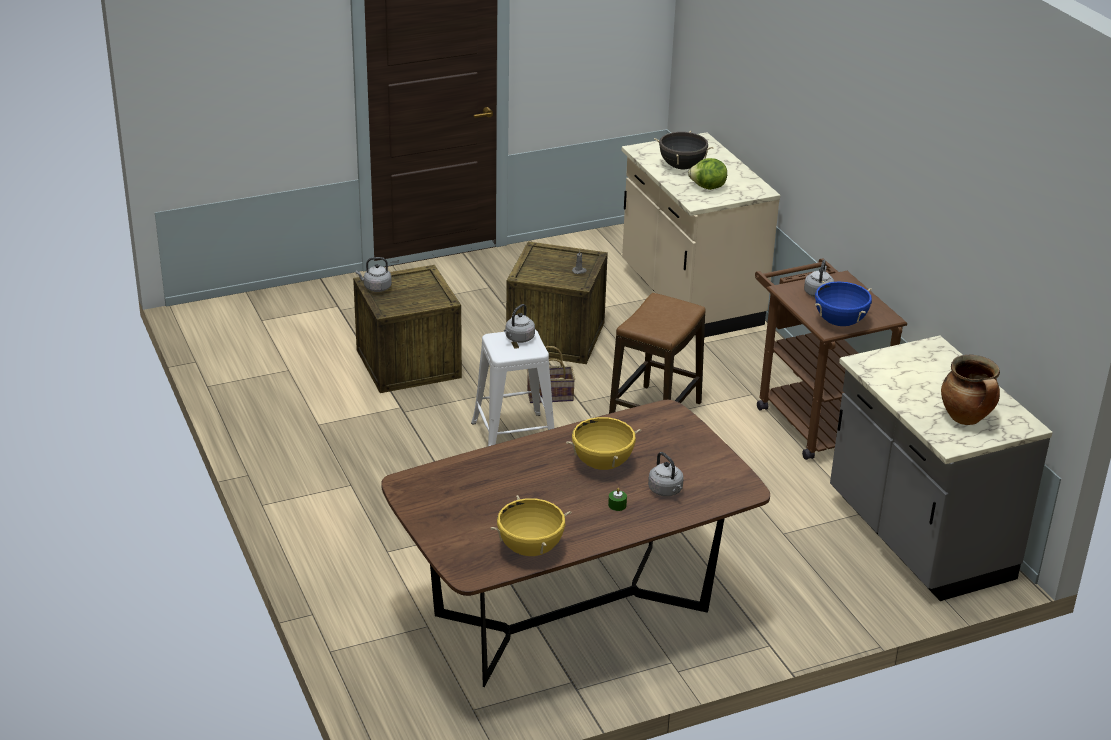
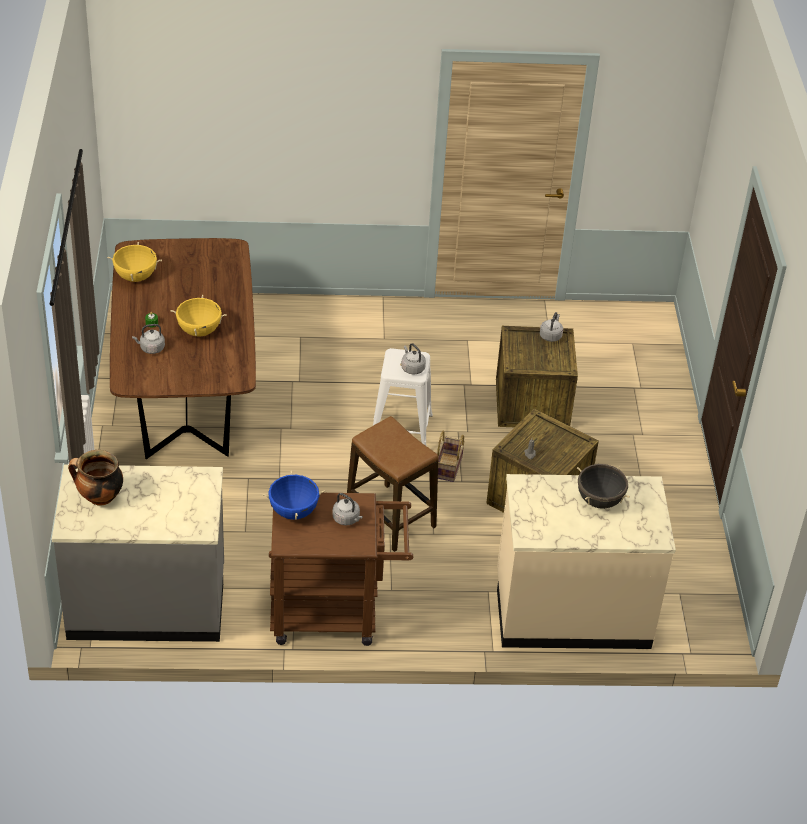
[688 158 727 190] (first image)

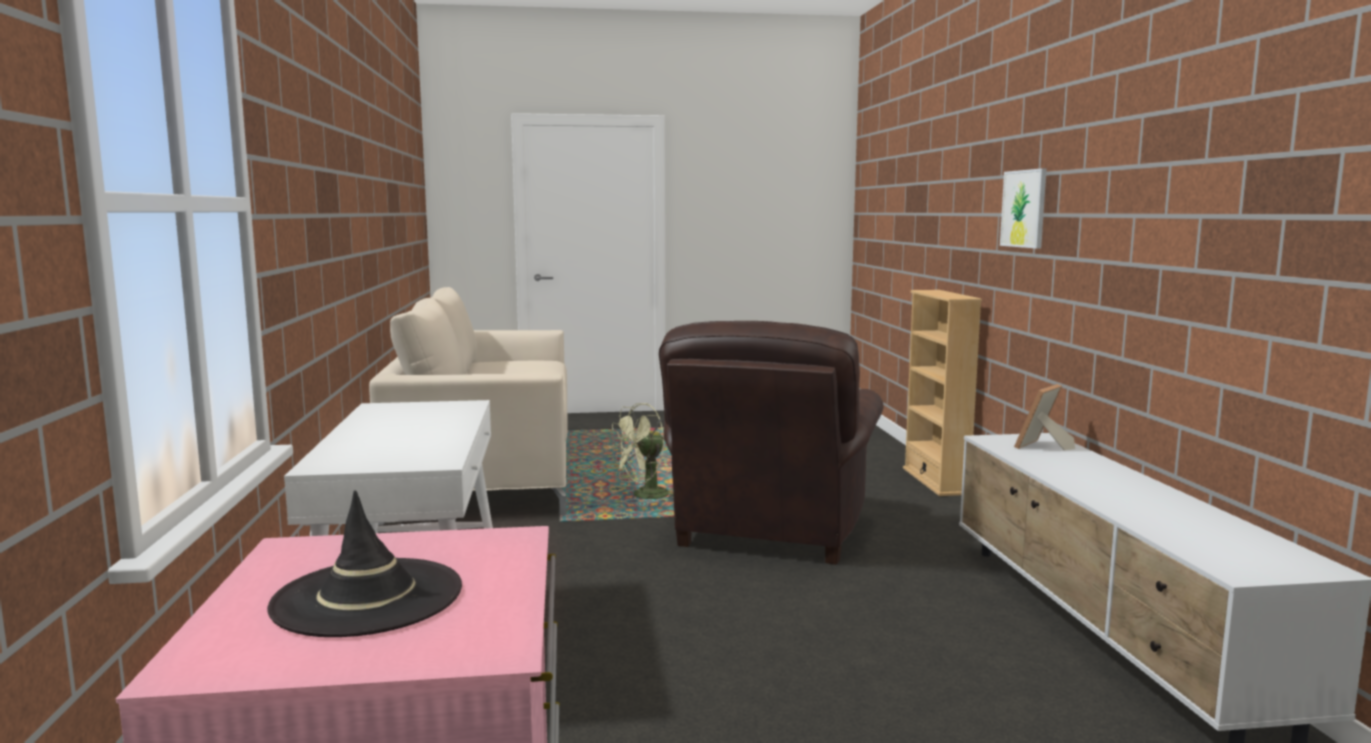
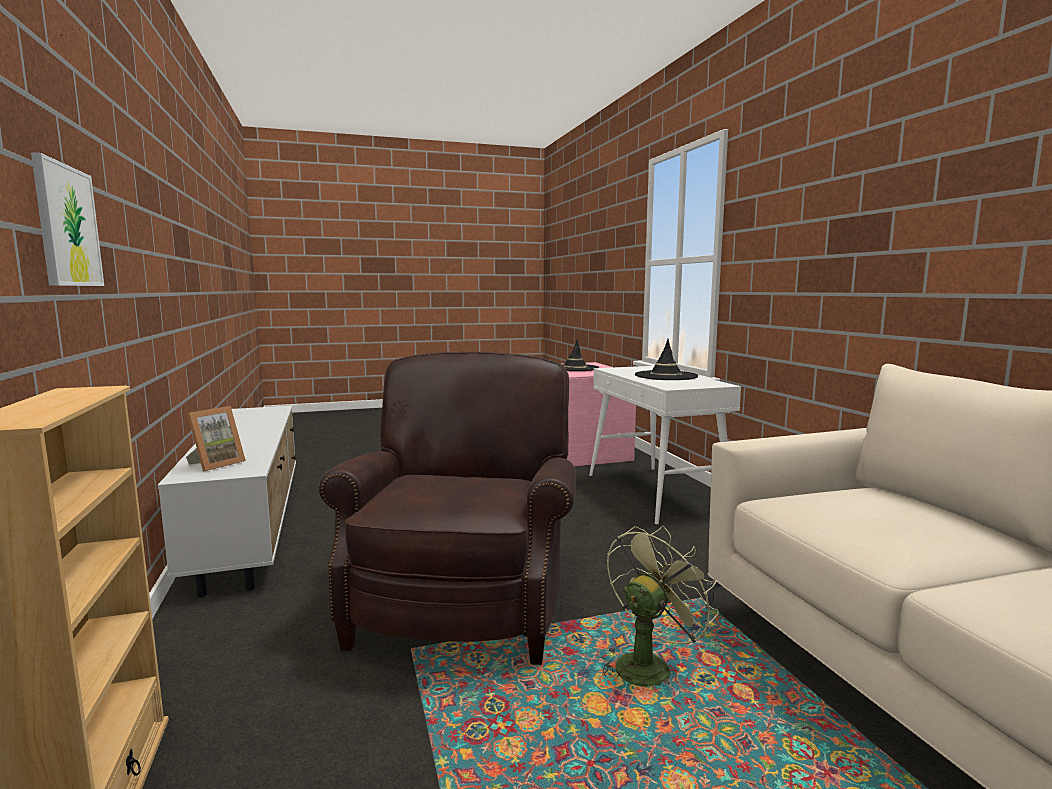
[635 339 698 380]

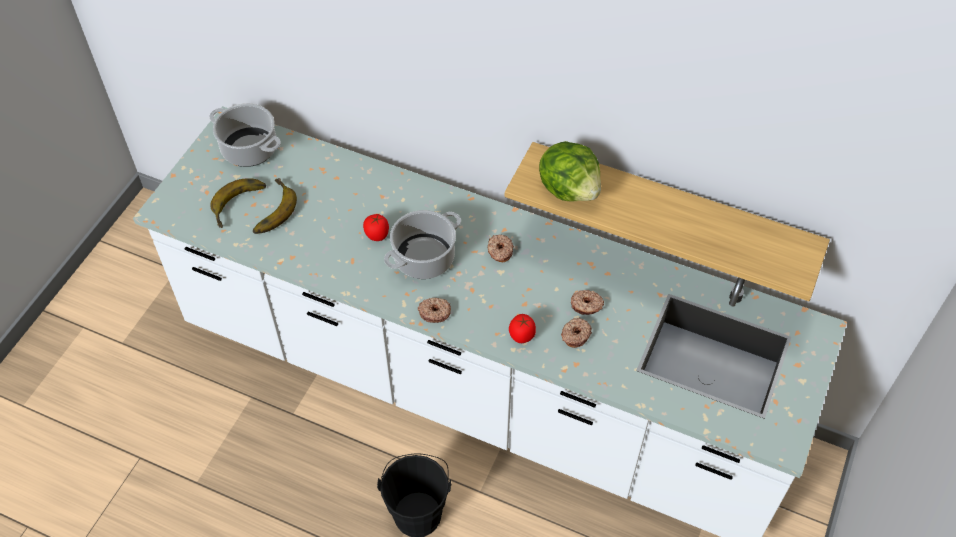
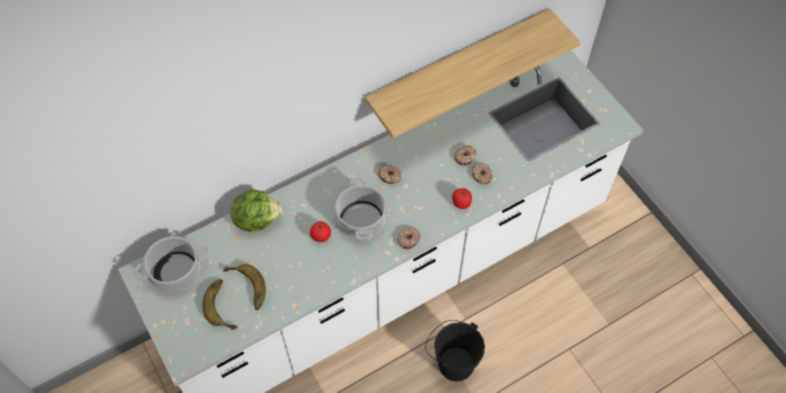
[231 189 282 232]

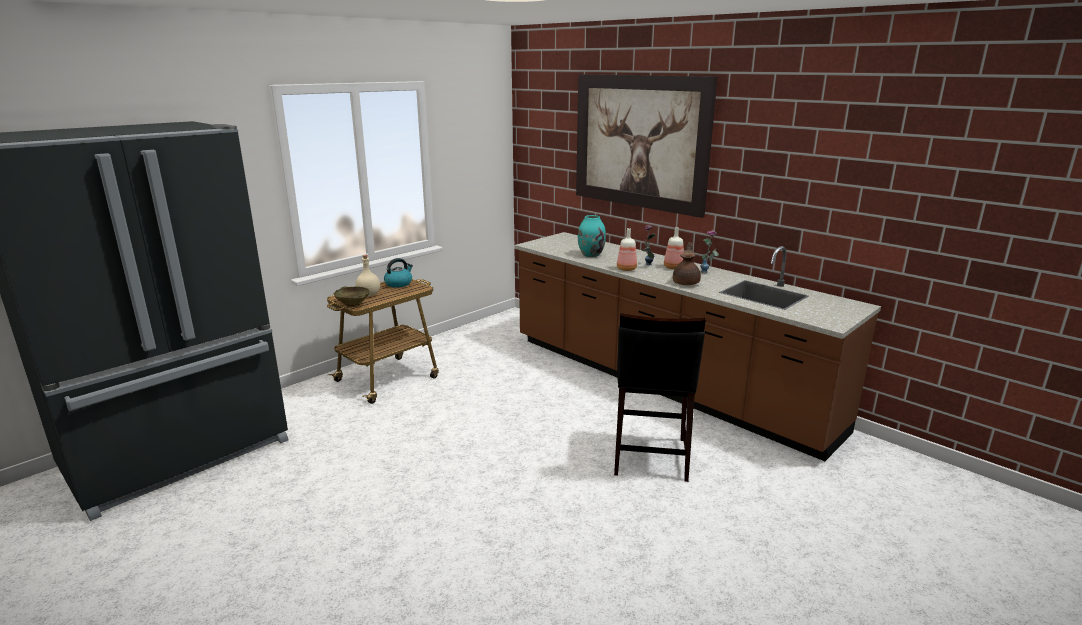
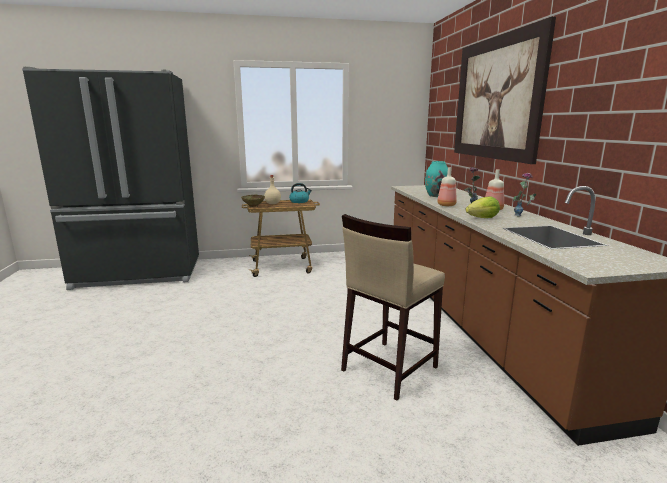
[341 214 445 400]
[466 196 500 218]

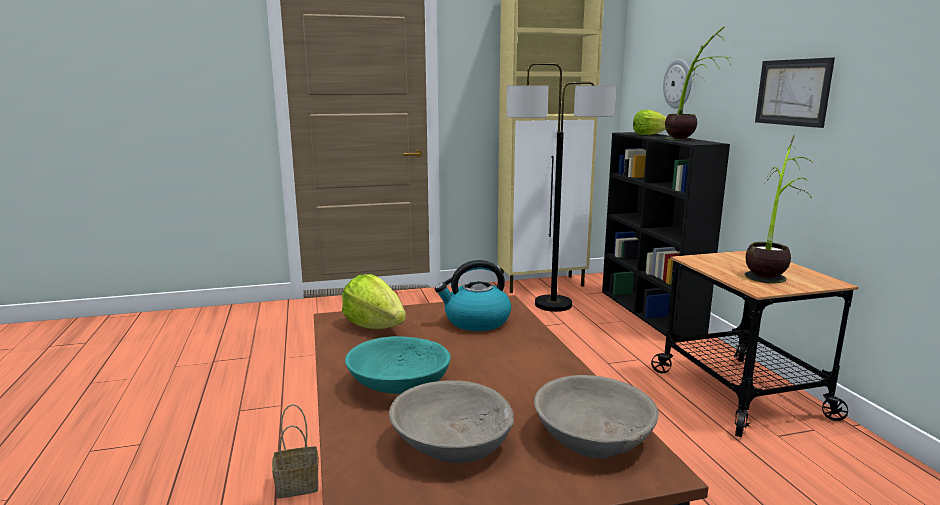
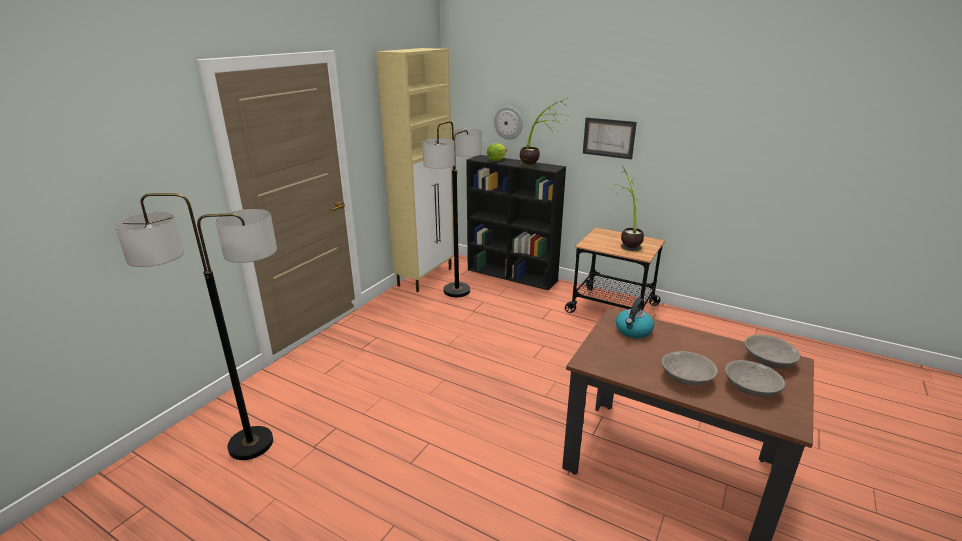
[272 404 319 498] (first image)
[342 274 406 329] (first image)
[662 351 718 386]
[115 193 277 460]

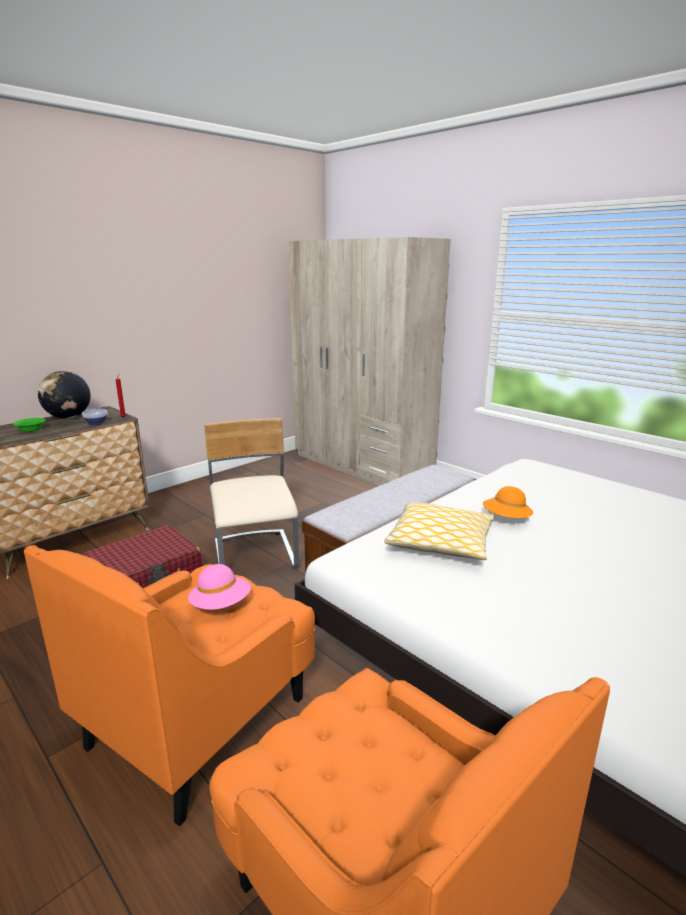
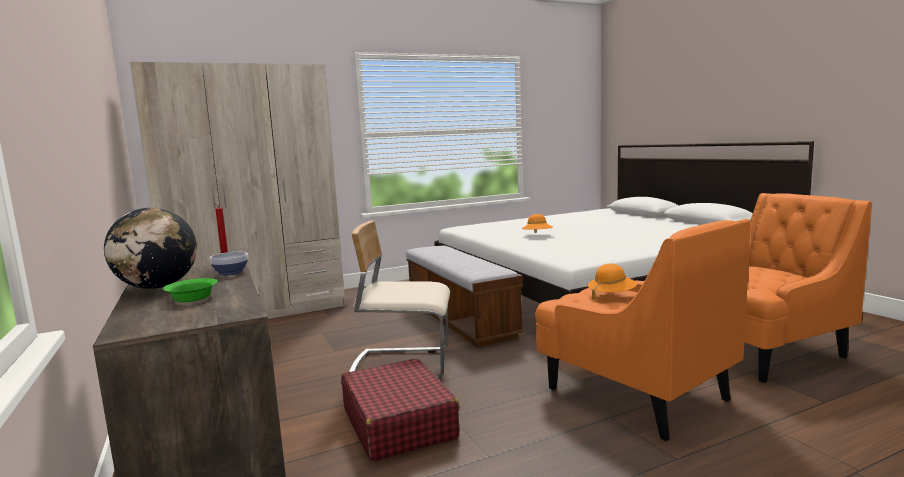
[587 263 637 300]
[384 502 494 560] (first image)

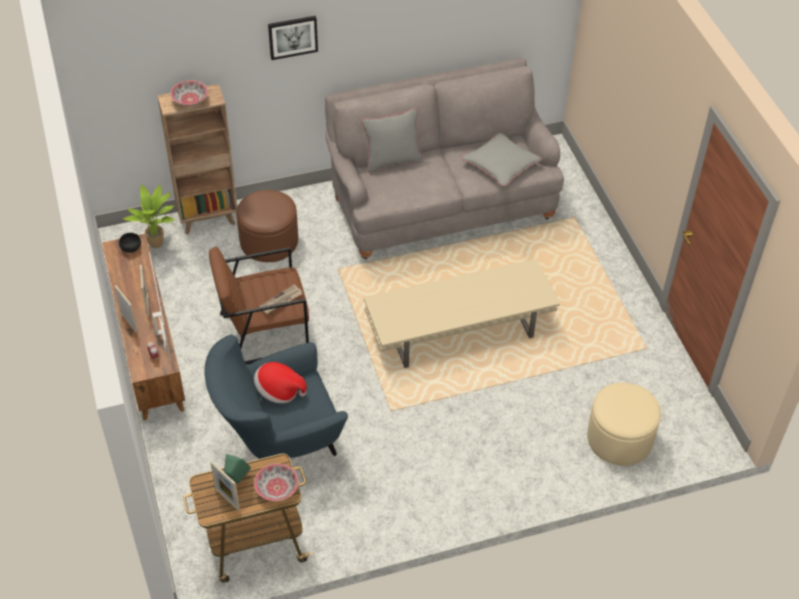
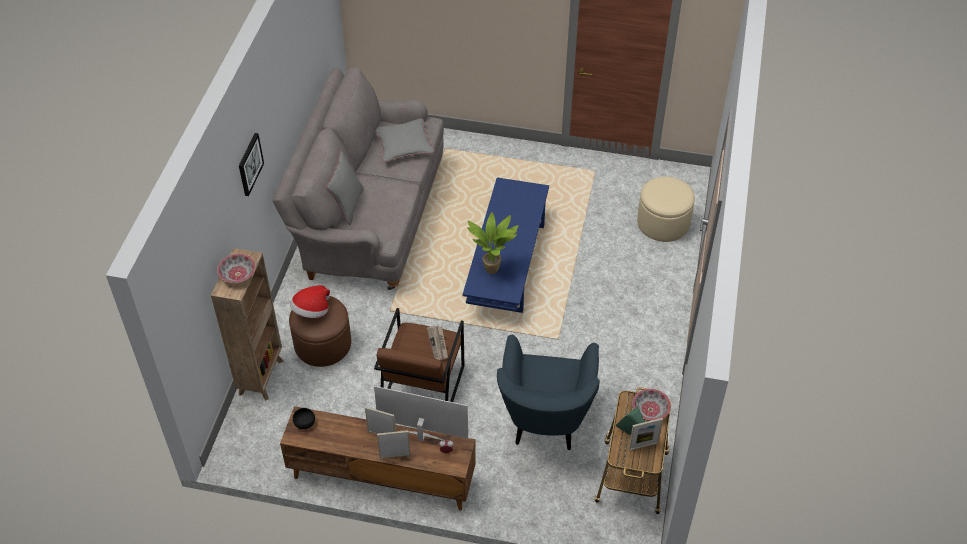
[467 212 519 274]
[290 285 330 318]
[463 177 549 313]

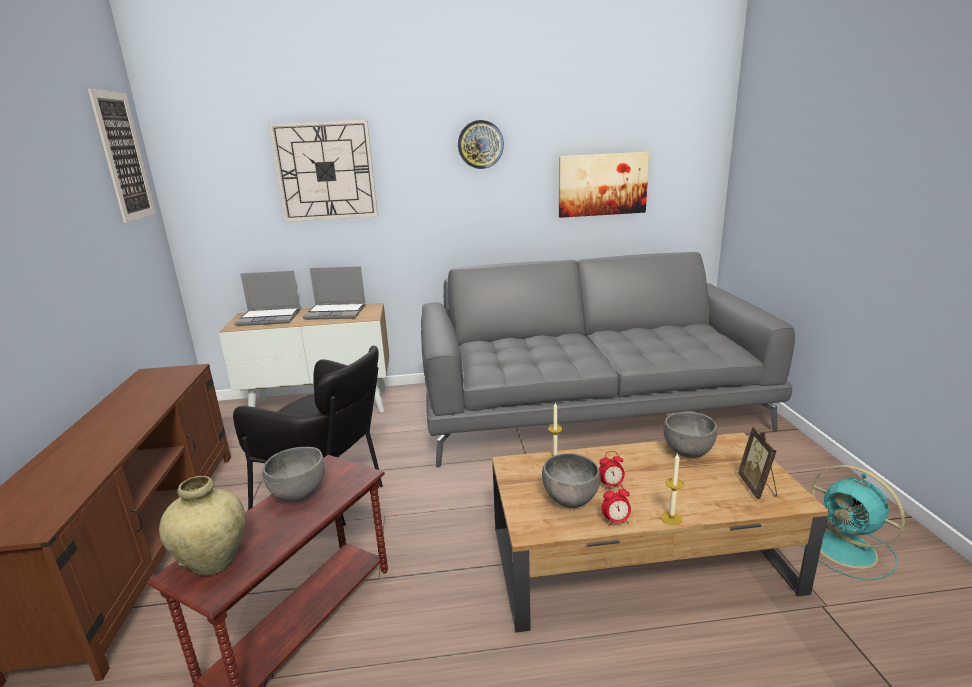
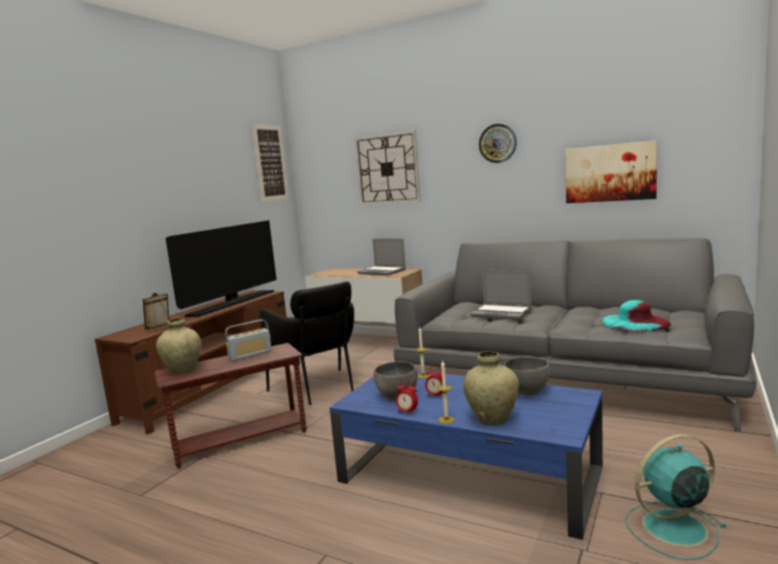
[470 269 532 320]
[225 319 272 361]
[330 371 603 540]
[142 292 170 332]
[625 434 727 560]
[166 220 277 317]
[463 351 519 425]
[602 300 671 332]

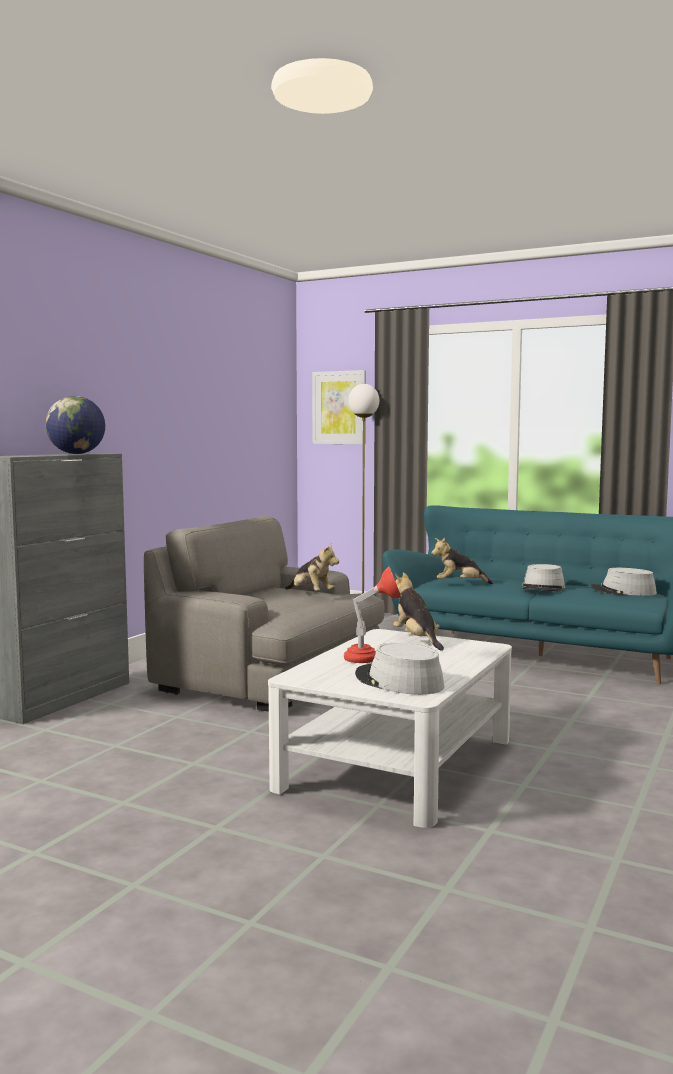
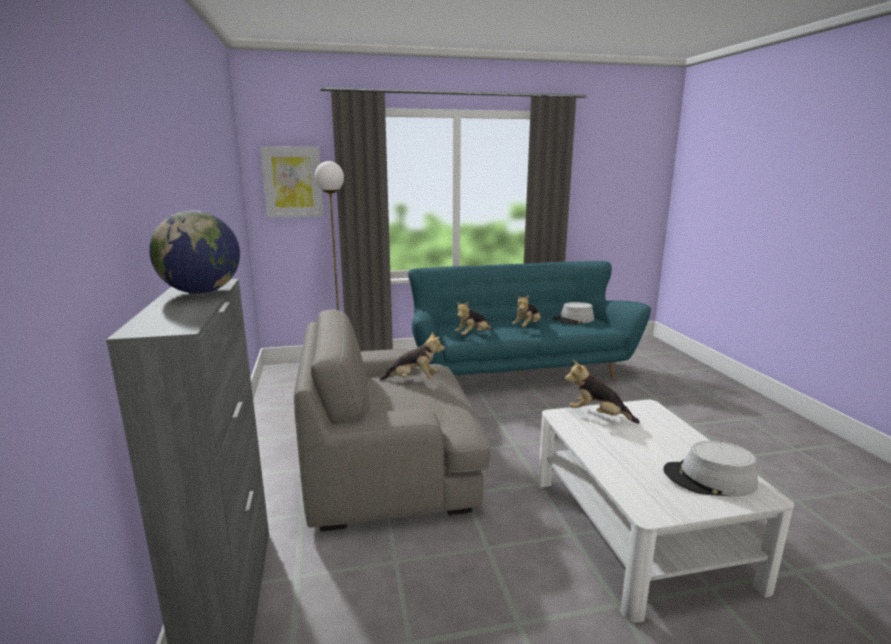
[344 567 401 663] (first image)
[512 295 541 327]

